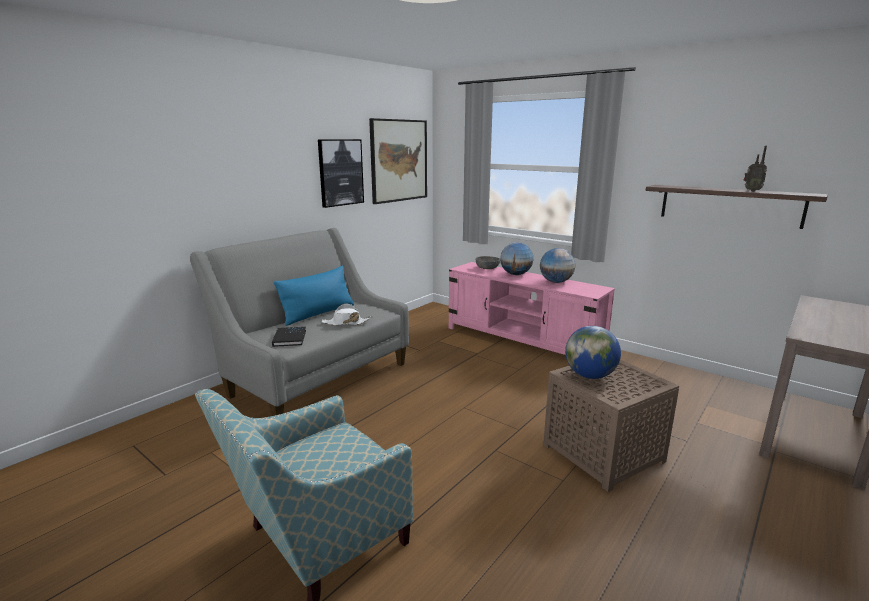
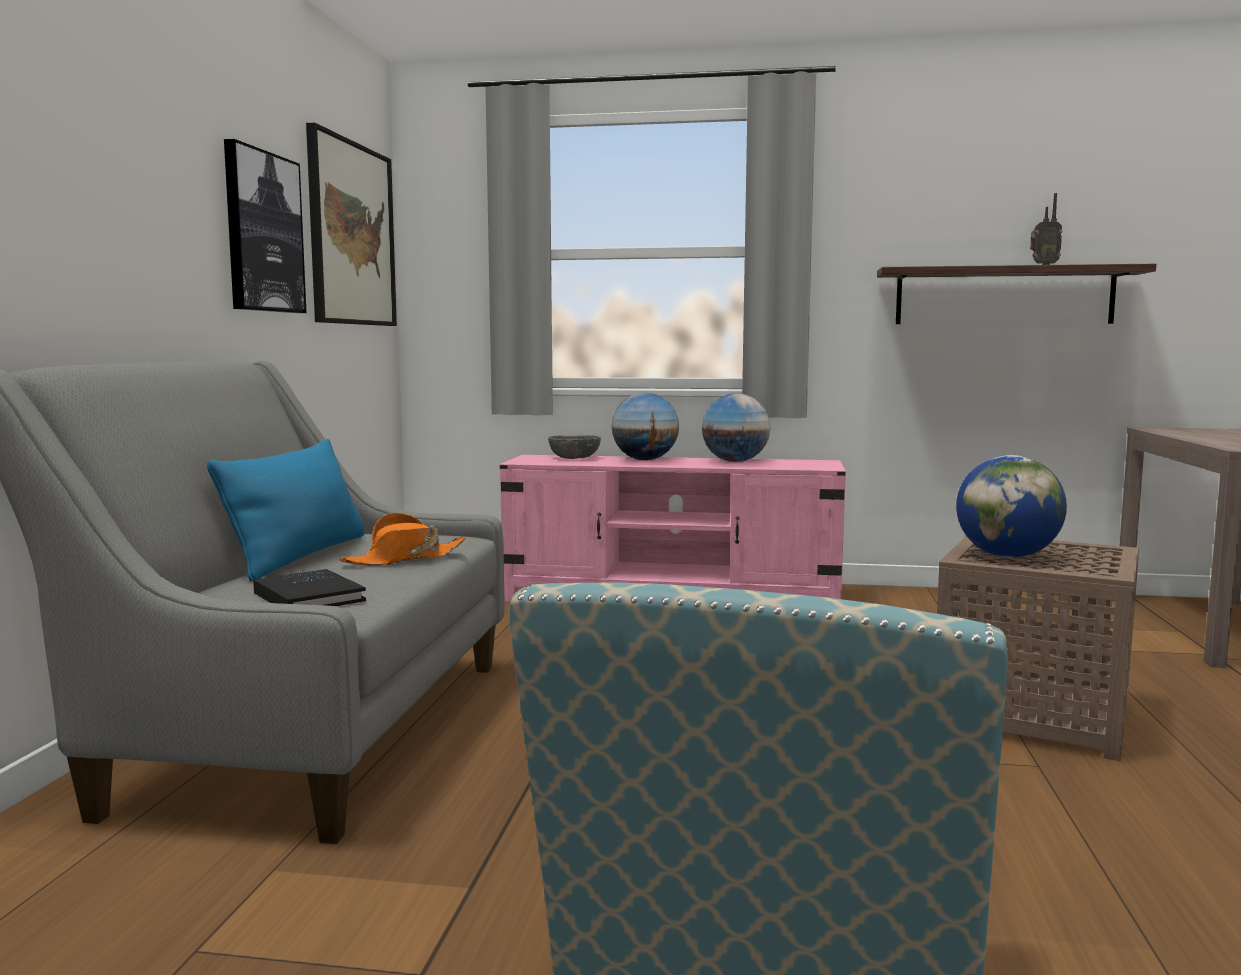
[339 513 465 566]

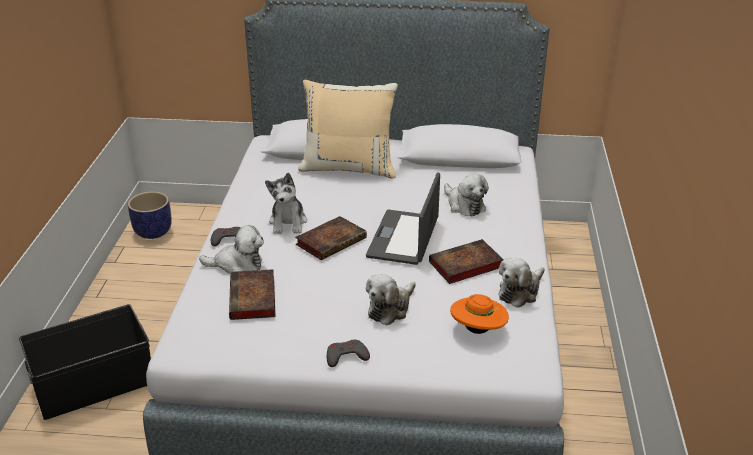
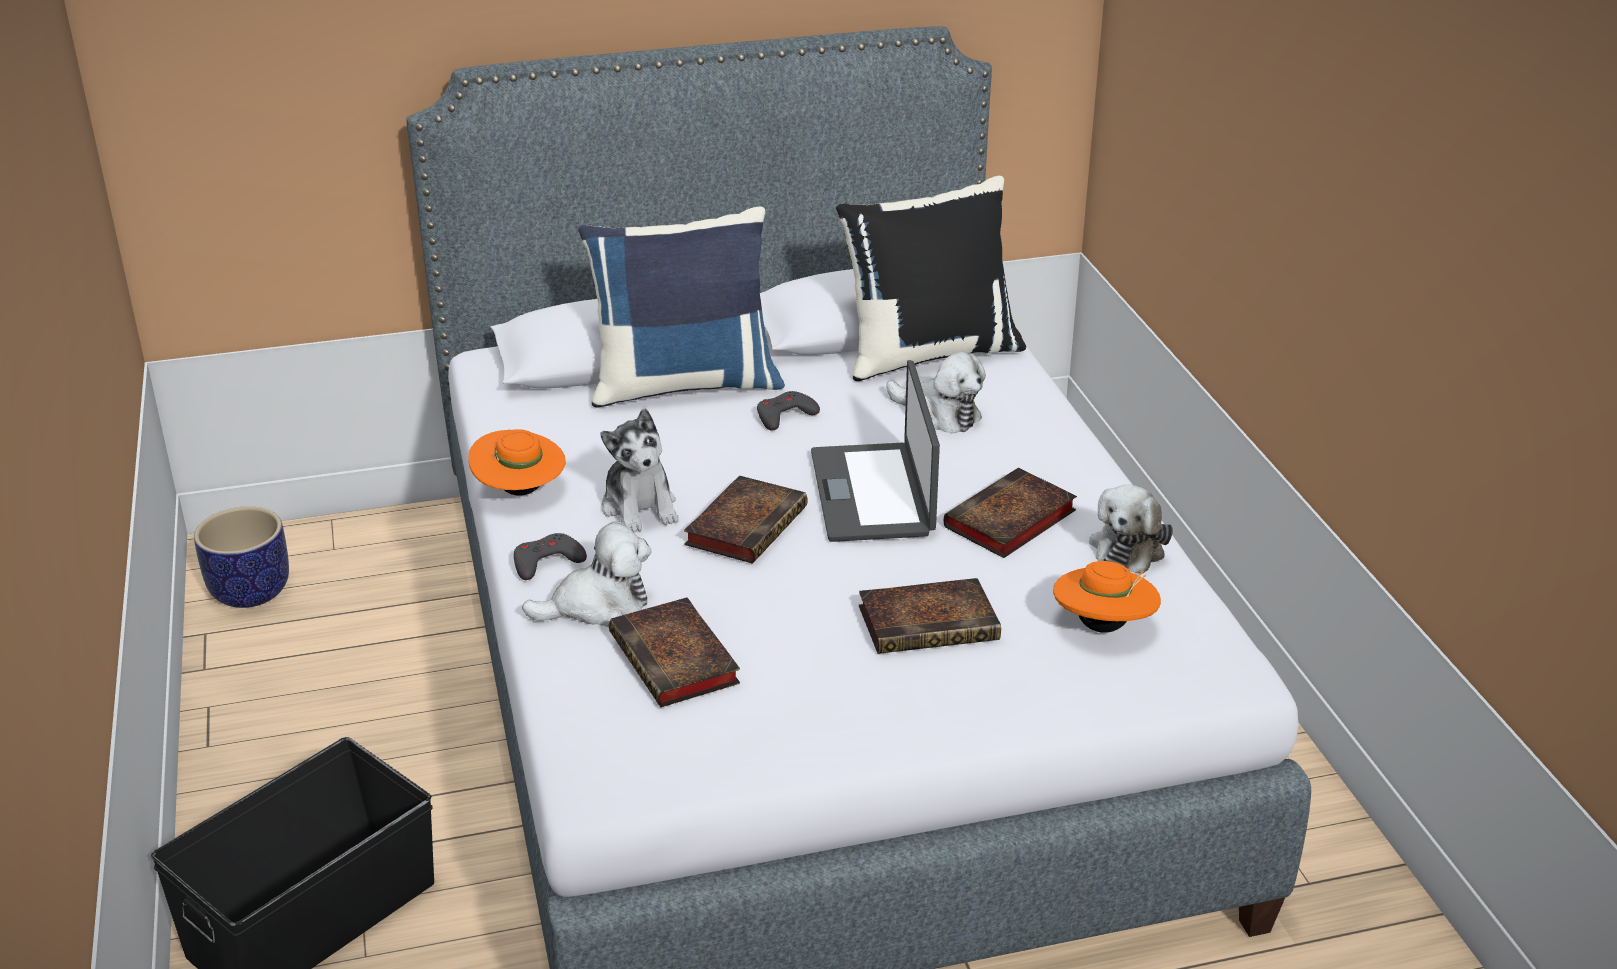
[578 206 785 408]
[757 391 820 431]
[859 578 1001 654]
[468 429 566 496]
[836 176 1026 381]

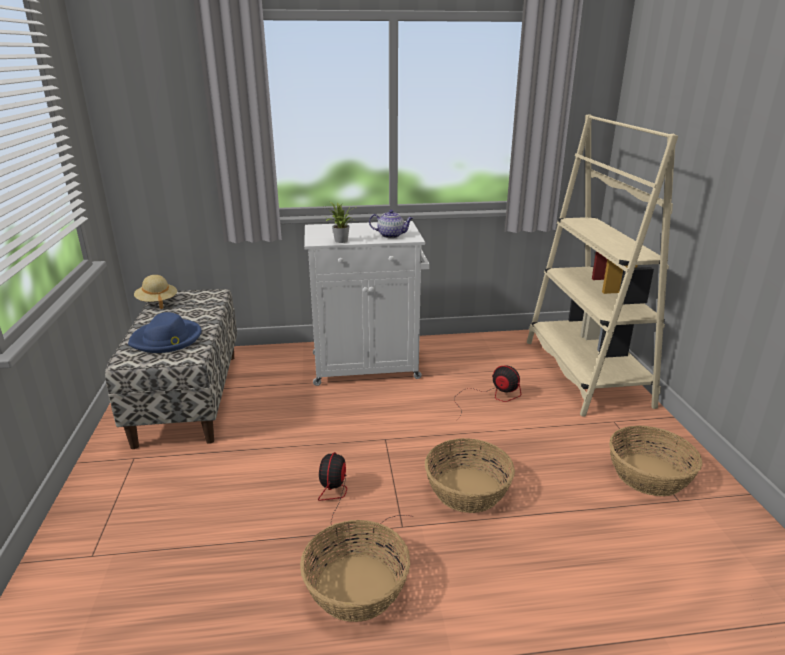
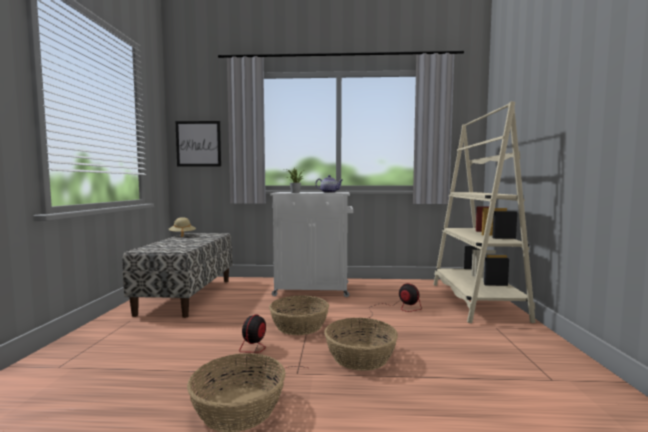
[128 312 202 353] (first image)
[269 295 329 335]
[176 121 221 167]

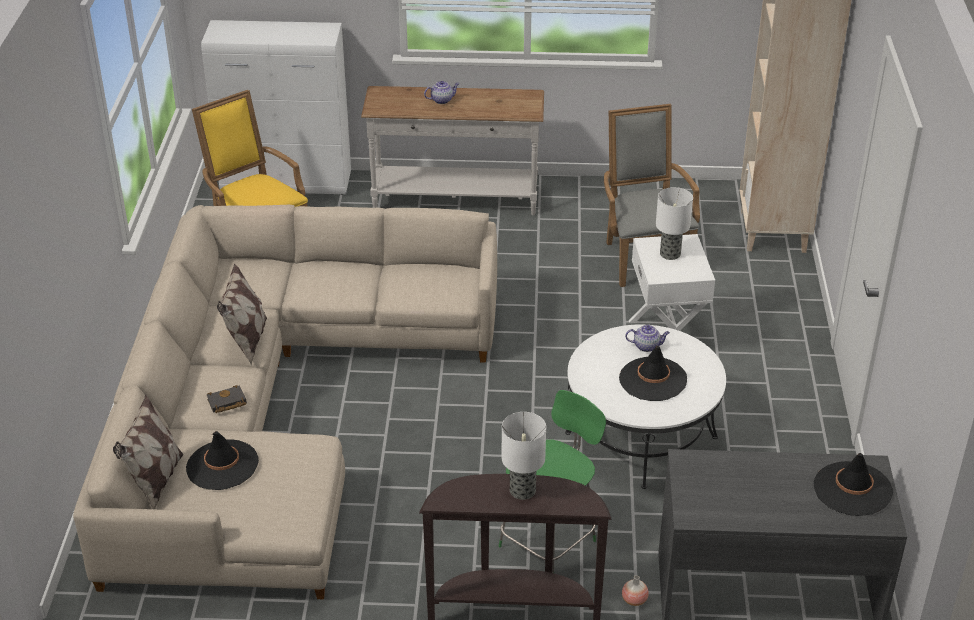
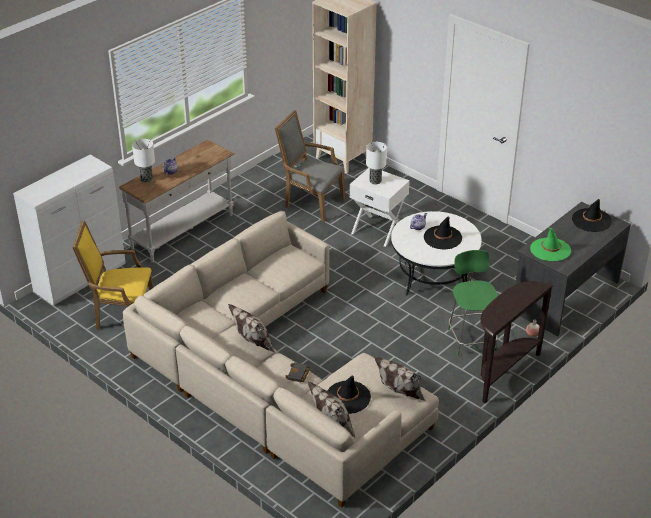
[132 139 155 183]
[374 356 425 401]
[530 228 571 261]

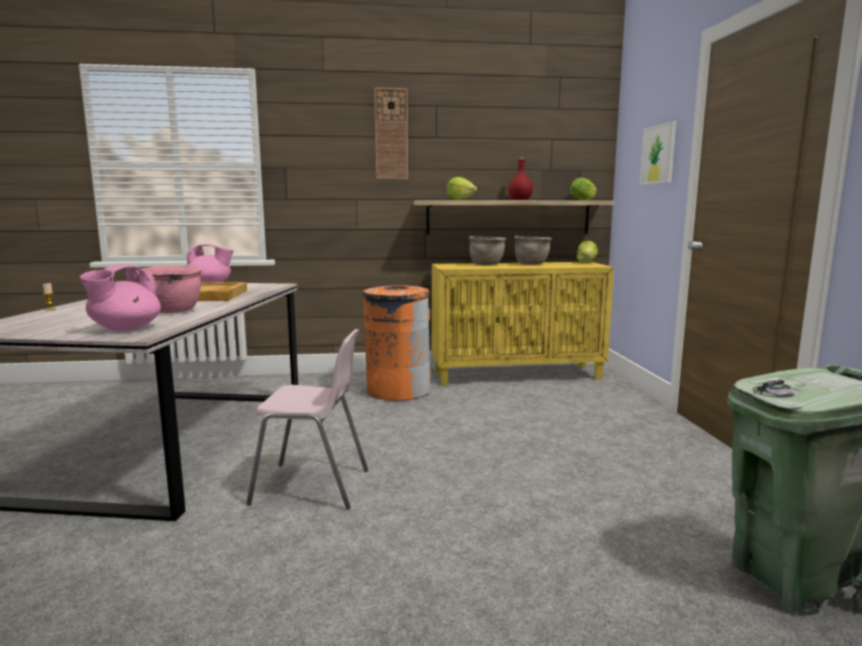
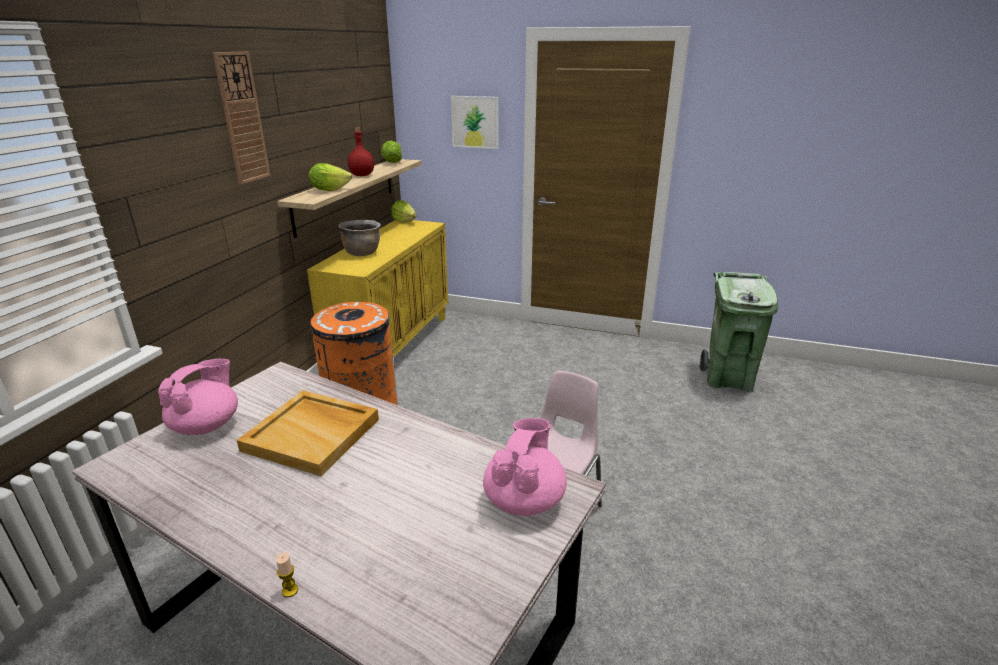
[483 418 567 516]
[138 266 201 313] (first image)
[514 235 552 265] (first image)

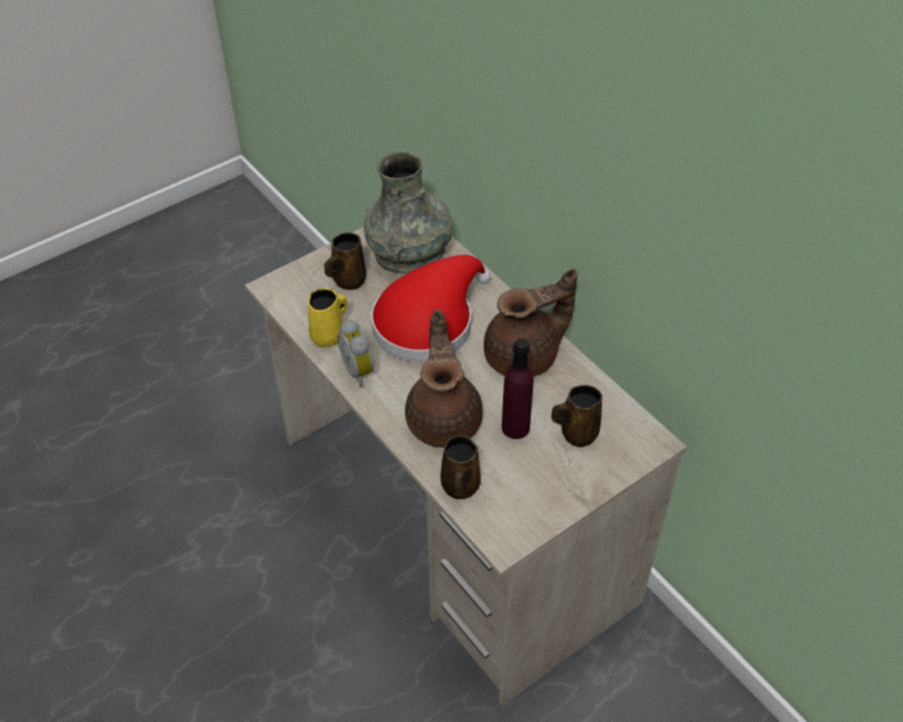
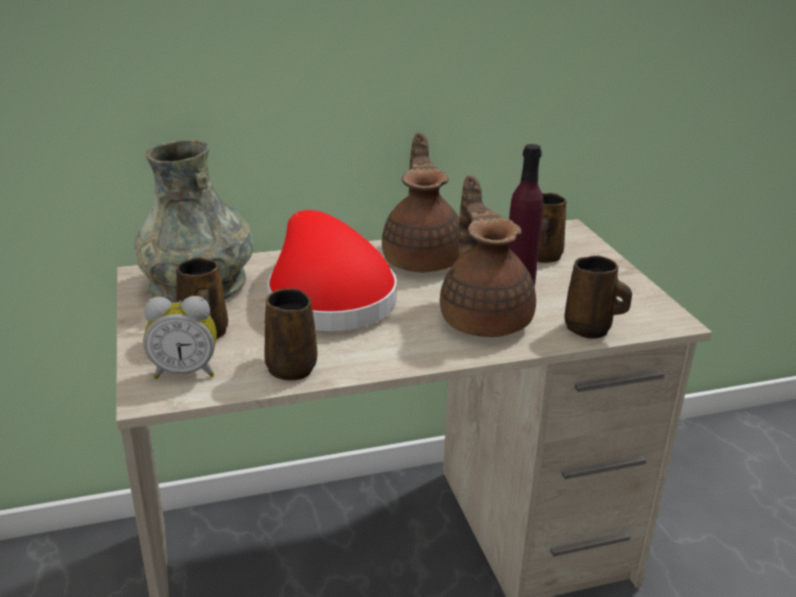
[264 288 317 381]
[143 296 217 379]
[440 175 536 337]

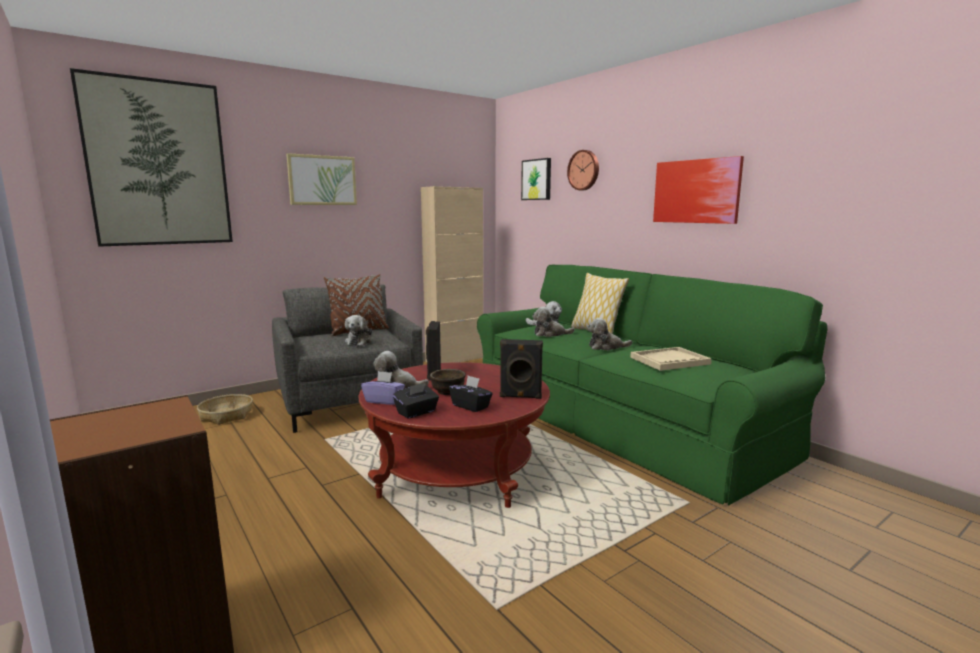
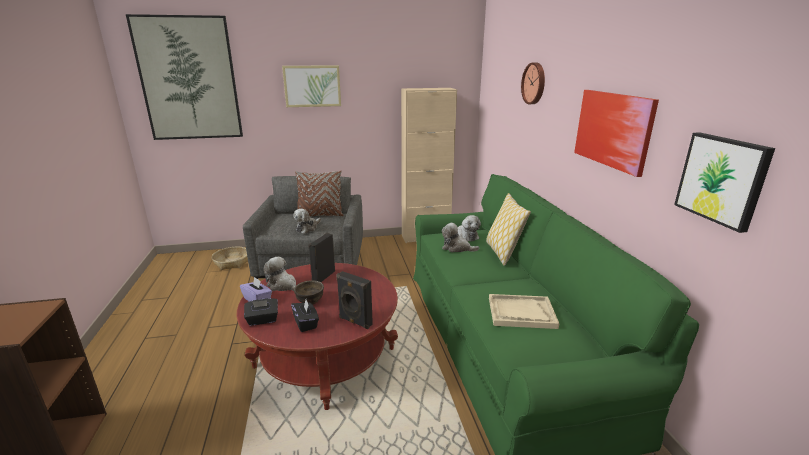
[674 132 775 233]
[588 318 632 350] (first image)

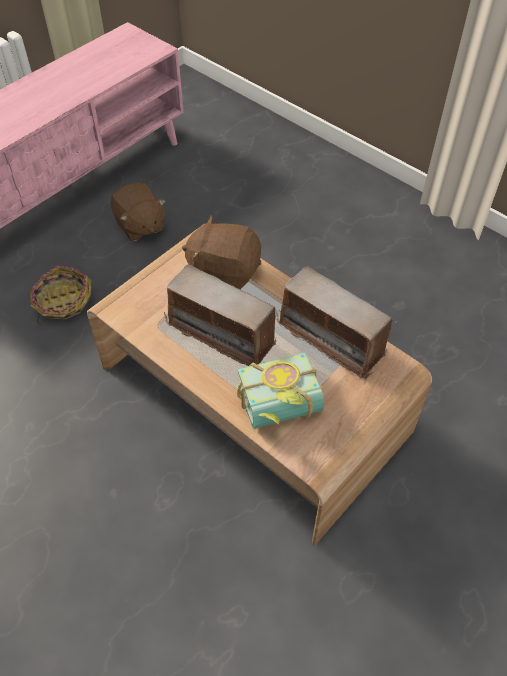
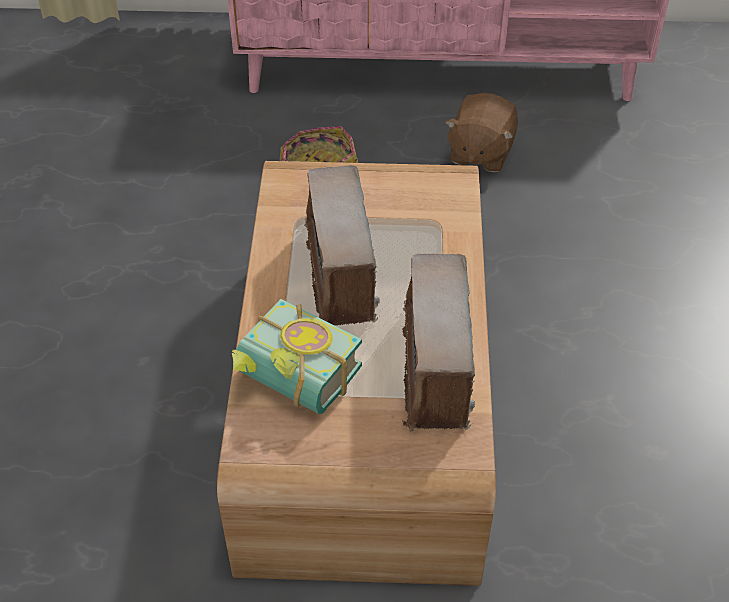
[182 216 261 289] (first image)

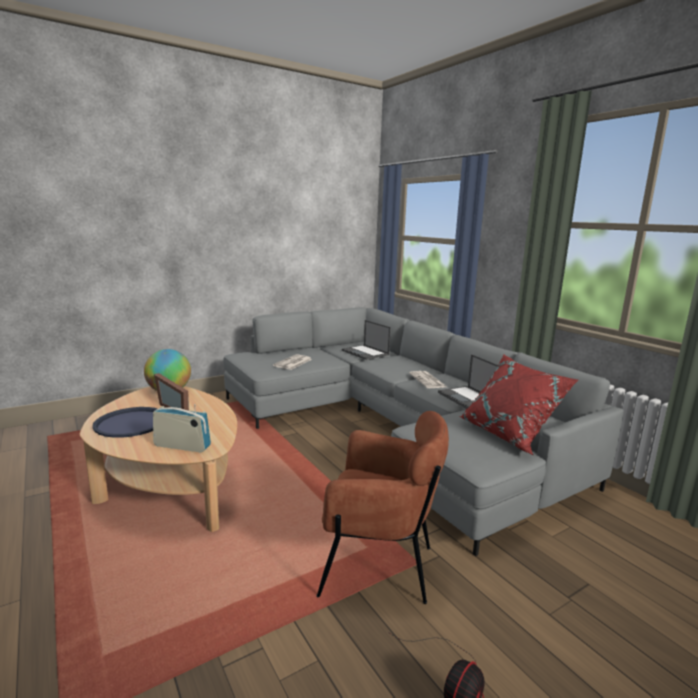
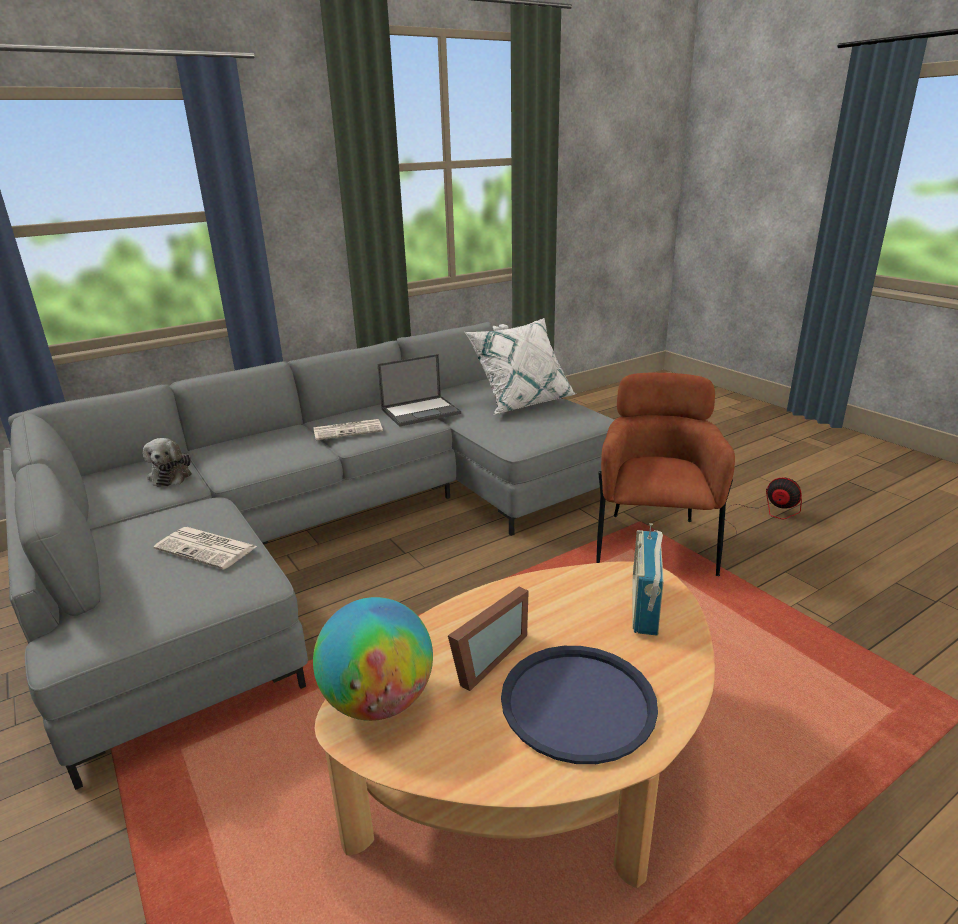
[143 438 192 487]
[465 318 576 415]

